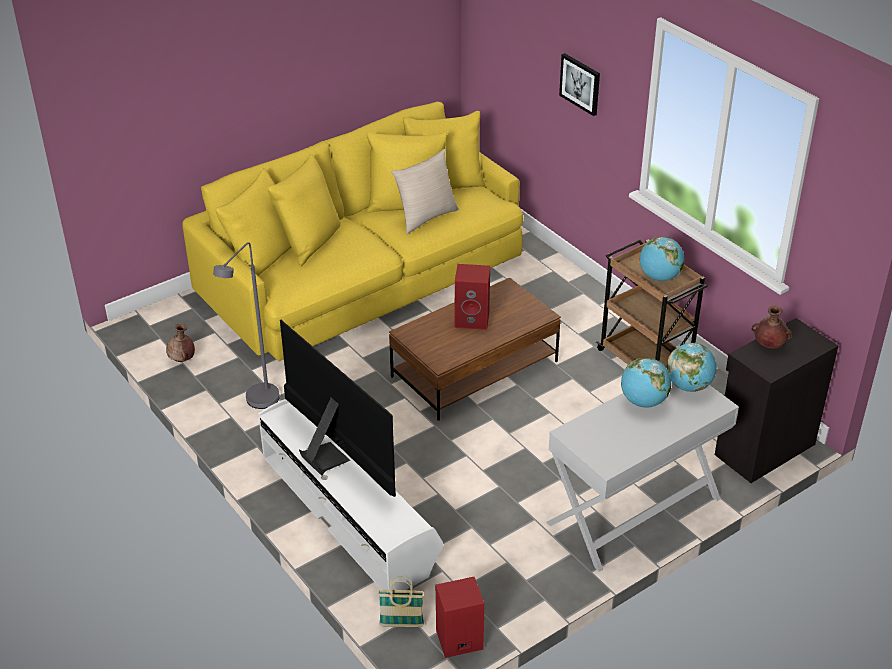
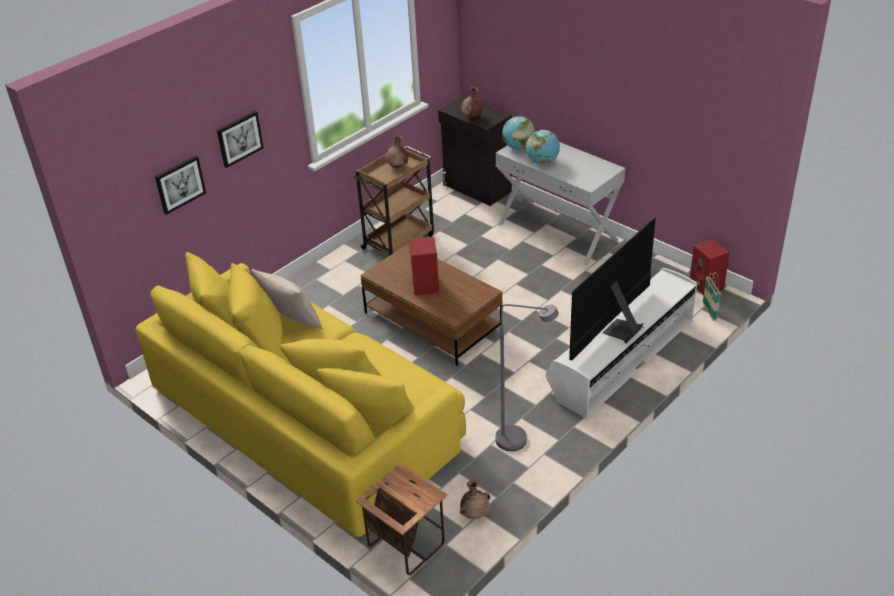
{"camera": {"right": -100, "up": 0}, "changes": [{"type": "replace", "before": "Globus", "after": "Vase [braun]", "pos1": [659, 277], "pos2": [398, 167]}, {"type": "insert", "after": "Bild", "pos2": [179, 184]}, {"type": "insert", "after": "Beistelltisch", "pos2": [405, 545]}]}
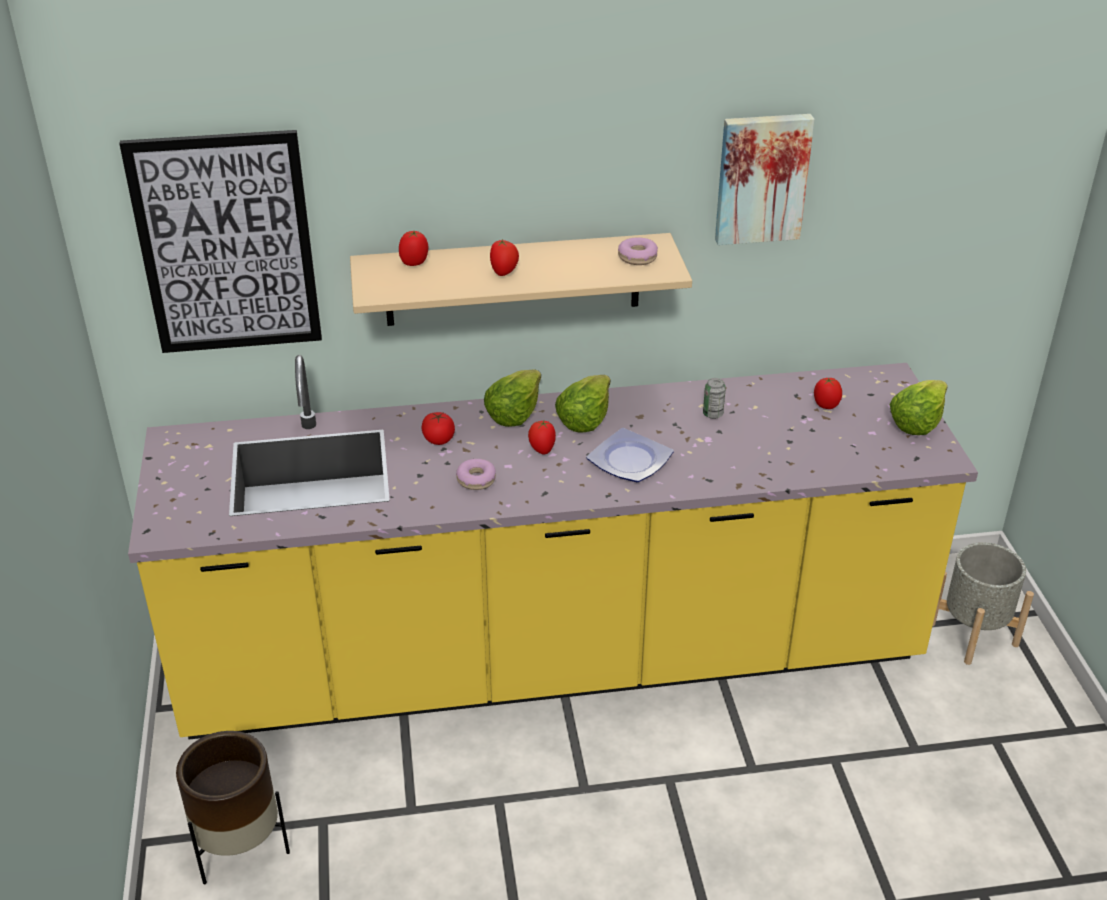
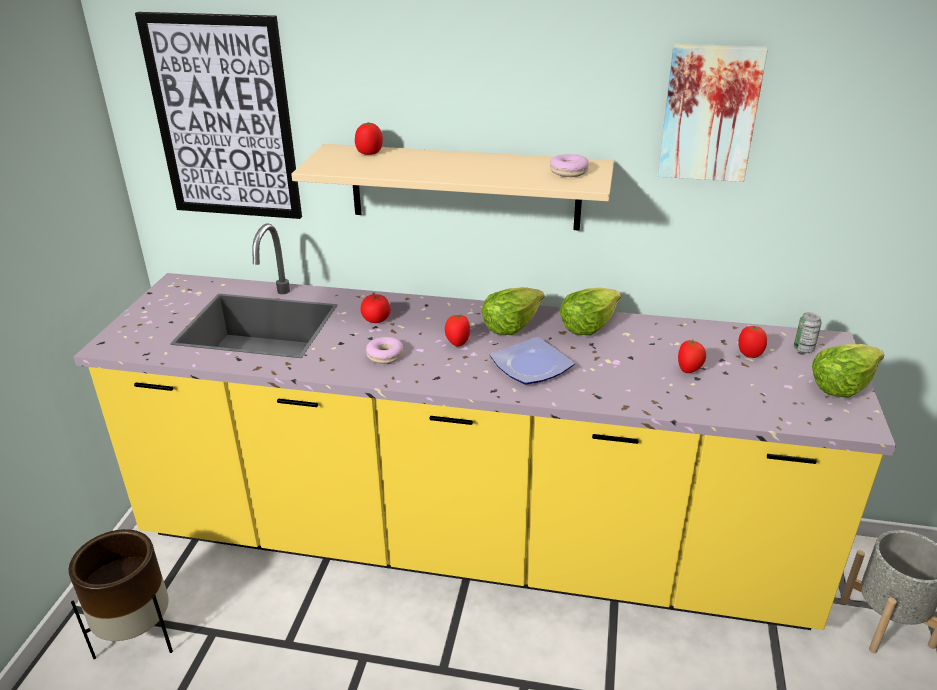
{"camera": {"right": 20, "up": -5}, "changes": [{"type": "move", "before": "Tomate", "pos1": [504, 272], "pos2": [689, 370]}, {"type": "move", "before": "Salatkopf", "pos1": [514, 412], "pos2": [588, 325]}, {"type": "move", "before": "Dose", "pos1": [712, 414], "pos2": [803, 349]}]}
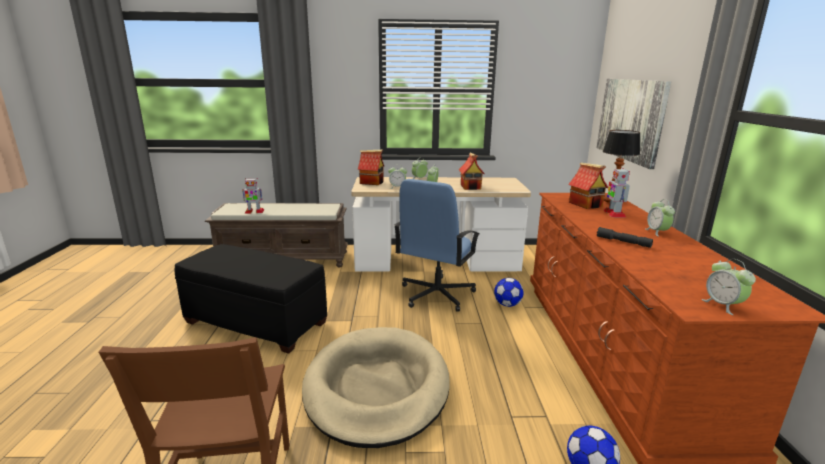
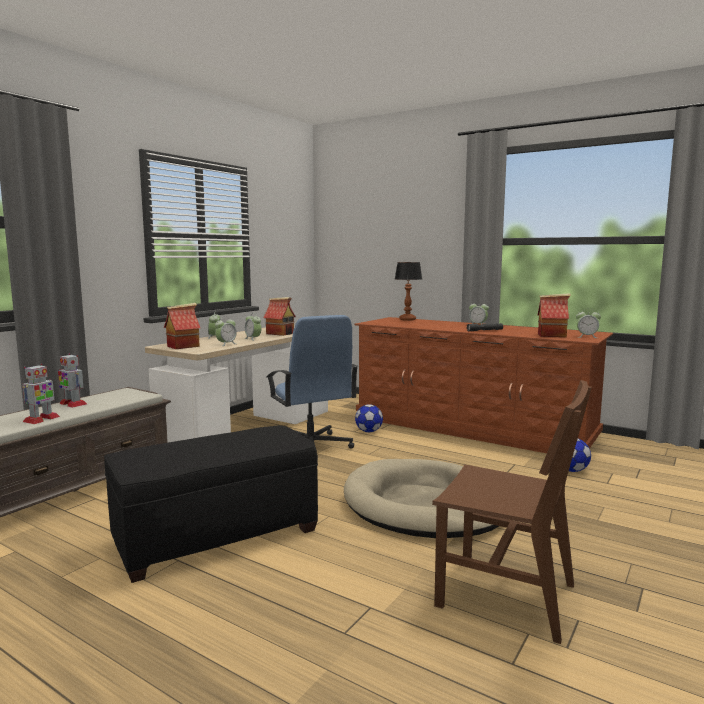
{"camera": {"right": -55, "up": -10}, "changes": [{"type": "delete", "before": "Bild", "pos1": [630, 119]}, {"type": "move", "before": "Spielzeughaus", "pos1": [586, 204], "pos2": [552, 335]}, {"type": "move", "before": "Spielzeugroboter", "pos1": [614, 213], "pos2": [72, 404]}]}
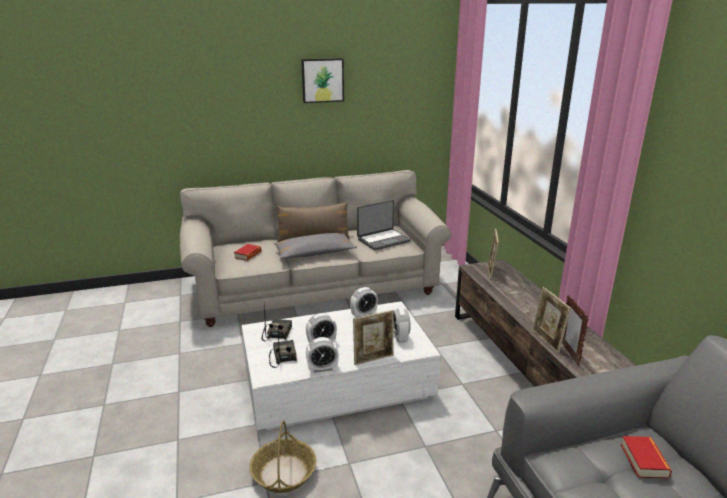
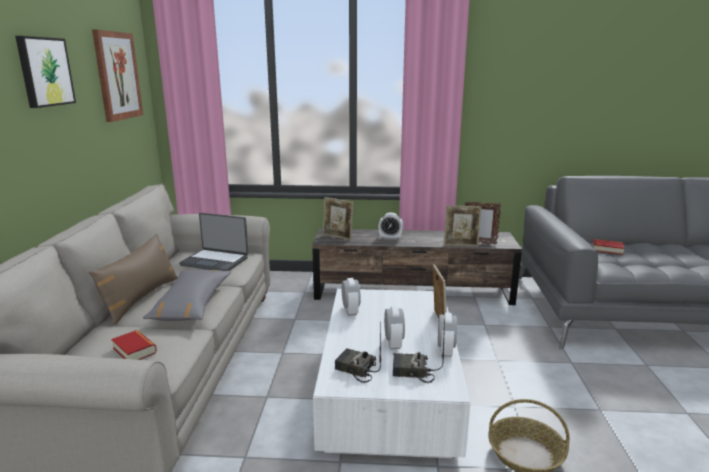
{"camera": {"right": -70, "up": -5}, "changes": [{"type": "rotate", "before": "Laptop", "pos1": [383, 240], "pos2": [215, 261], "turn": 120}, {"type": "move", "before": "Wecker", "pos1": [400, 337], "pos2": [390, 238]}, {"type": "insert", "after": "Bild", "pos2": [117, 76]}]}
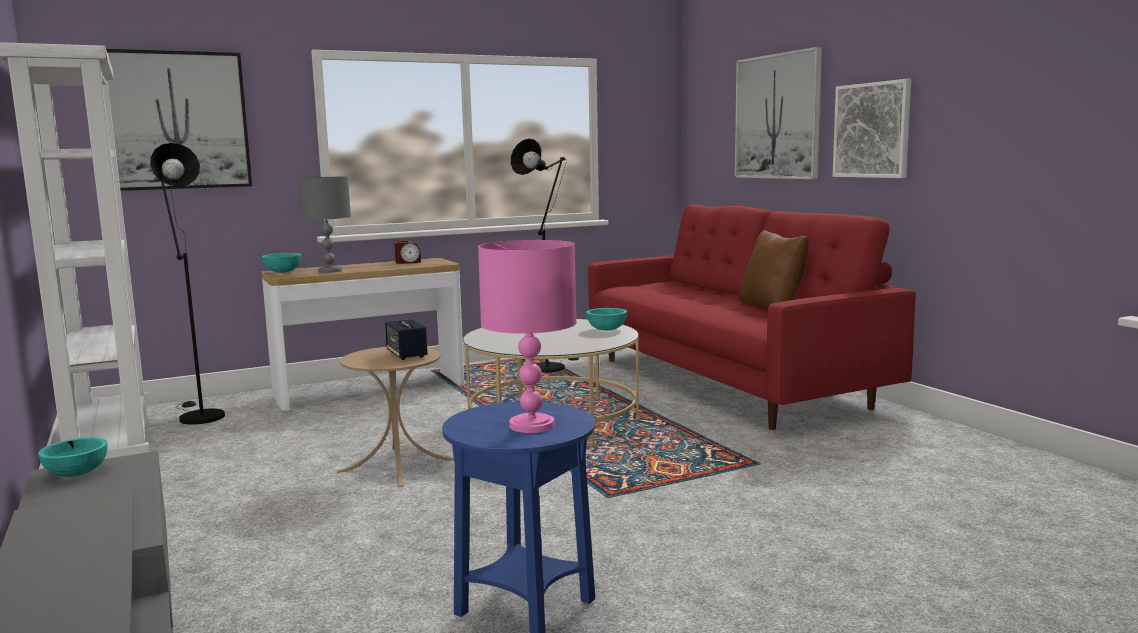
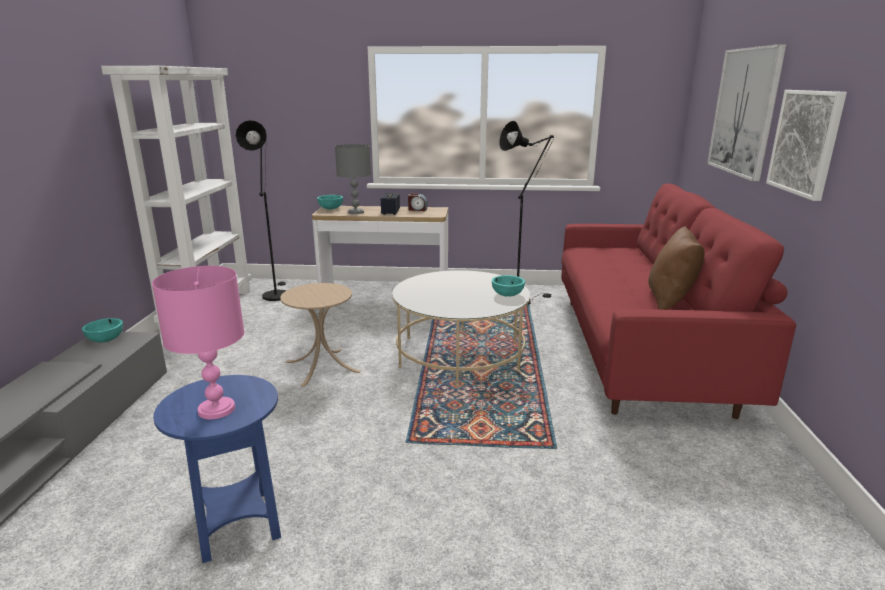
{"camera": {"right": 30, "up": 10}, "changes": [{"type": "delete", "before": "Bild", "pos1": [174, 120]}, {"type": "move", "before": "Lautsprecher", "pos1": [407, 355], "pos2": [390, 212]}]}
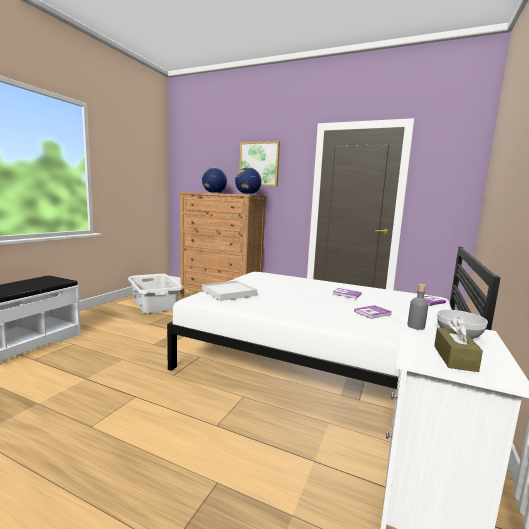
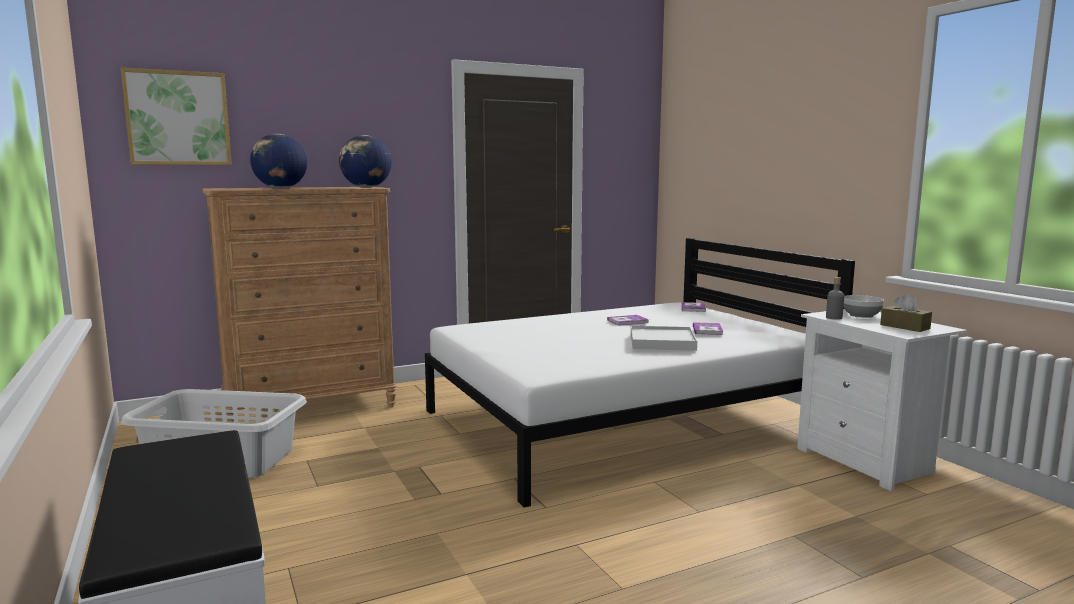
{"camera": {"right": -50, "up": 0}, "changes": [{"type": "move", "before": "Bild", "pos1": [259, 164], "pos2": [178, 118]}, {"type": "move", "before": "Tablett [weiß]", "pos1": [229, 293], "pos2": [662, 342]}]}
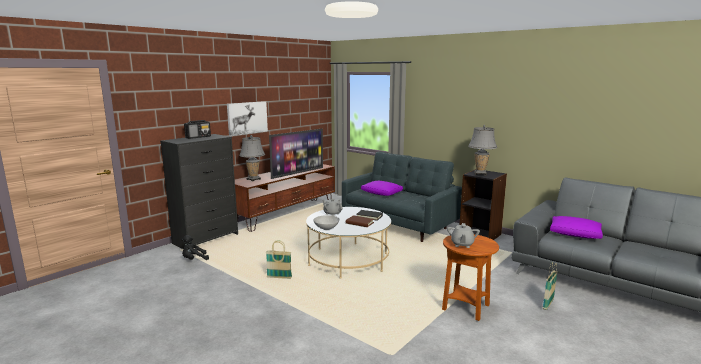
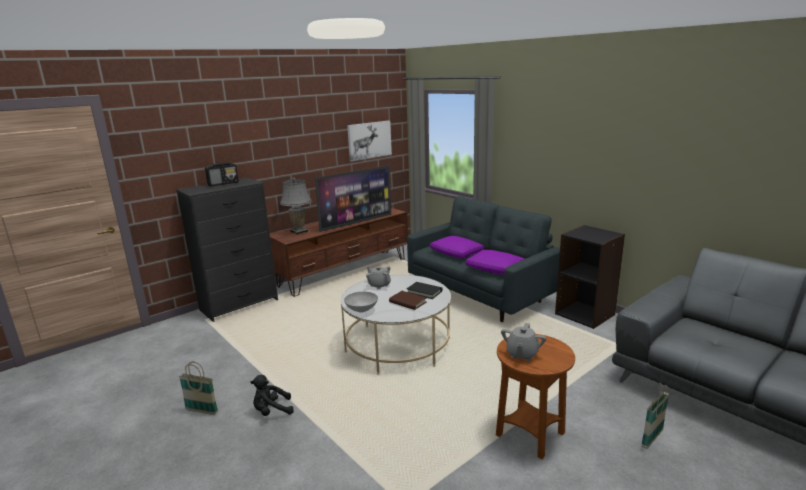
{"camera": {"right": 10, "up": 5}, "changes": [{"type": "move", "before": "Bild", "pos1": [247, 118], "pos2": [369, 140]}, {"type": "delete", "before": "Tischlampe [grau]", "pos1": [480, 174]}, {"type": "move", "before": "Kissen [lila]", "pos1": [575, 234], "pos2": [495, 269]}, {"type": "move", "before": "Plüschtier [schwarz]", "pos1": [194, 259], "pos2": [272, 411]}, {"type": "move", "before": "Korb", "pos1": [279, 278], "pos2": [202, 411]}]}
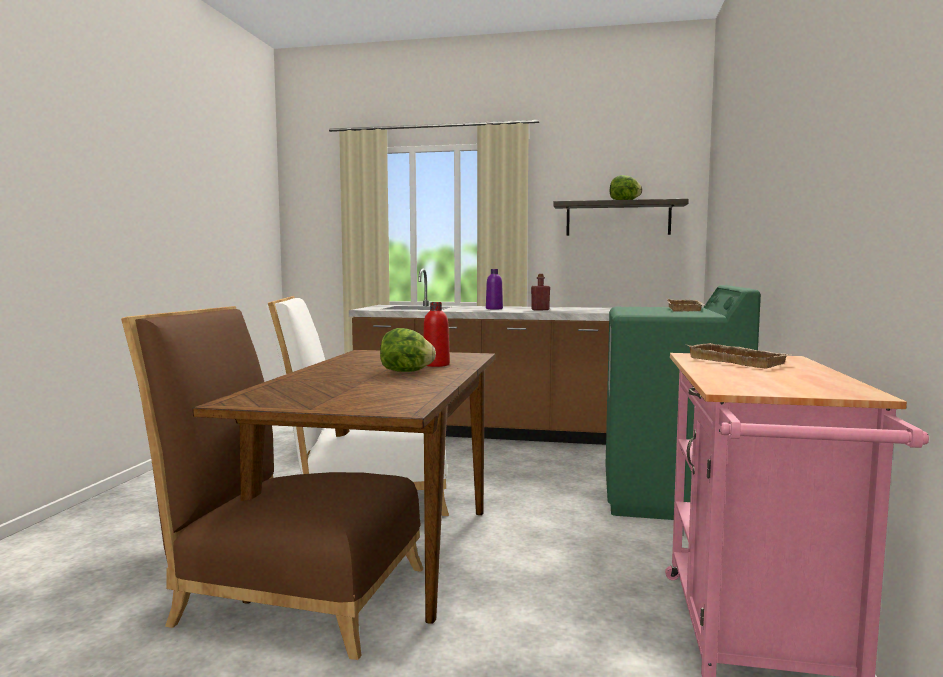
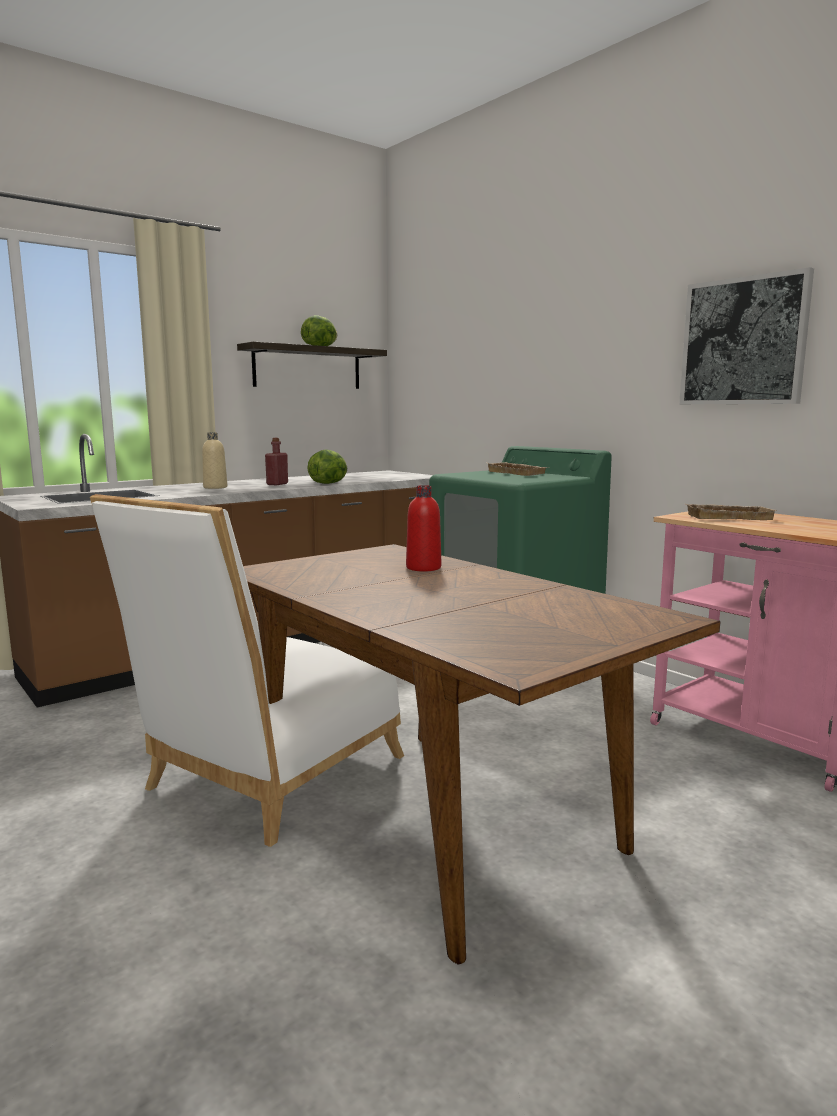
{"camera": {"right": -50, "up": 5}, "changes": [{"type": "recolor", "before": "Flasche [lila]", "after": "Flasche [beige]", "pos1": [494, 308], "pos2": [215, 487]}, {"type": "delete", "before": "Stuhl [braun]", "pos1": [290, 592]}, {"type": "move", "before": "Salatkopf", "pos1": [406, 371], "pos2": [329, 483]}, {"type": "insert", "after": "Bild", "pos2": [743, 341]}]}
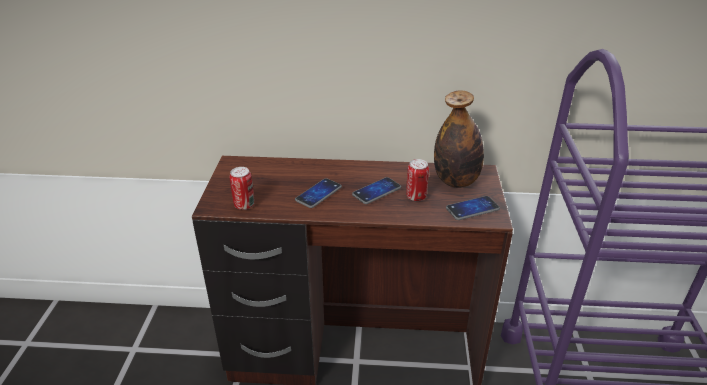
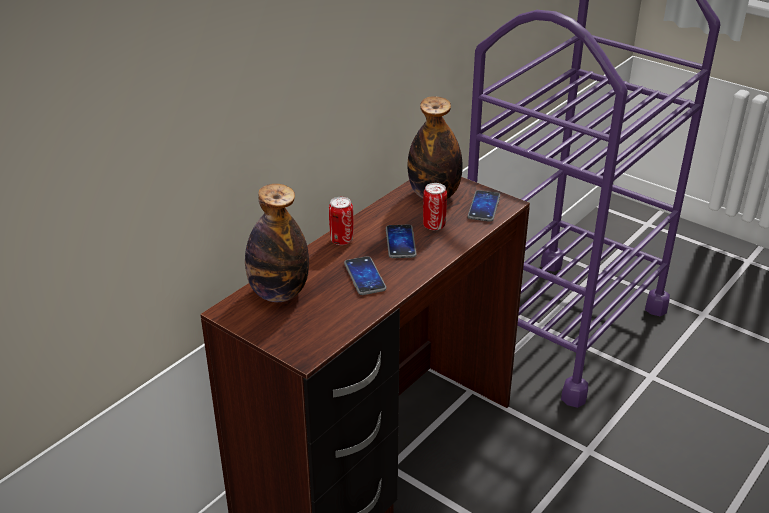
{"camera": {"right": -55, "up": 0}, "changes": [{"type": "move", "before": "Dose", "pos1": [244, 205], "pos2": [341, 240]}, {"type": "insert", "after": "Flasche", "pos2": [279, 293]}]}
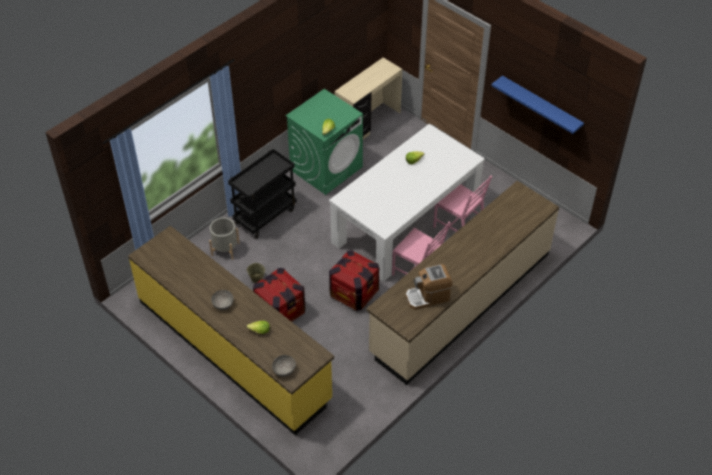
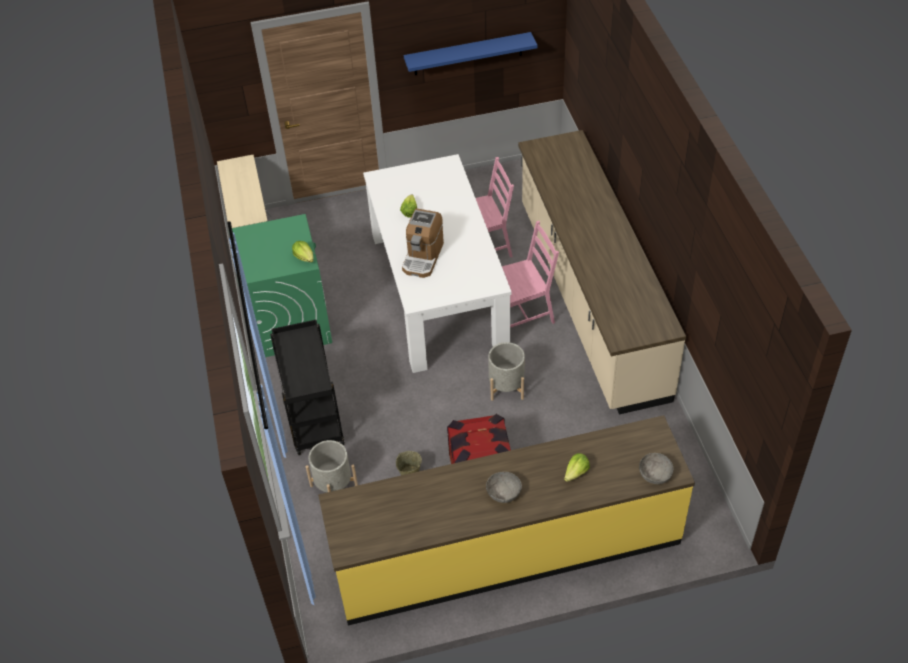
{"camera": {"right": -55, "up": 0}, "changes": [{"type": "replace", "before": "Kiste", "after": "Pflanzkübel [grau]", "pos1": [354, 293], "pos2": [506, 387]}, {"type": "move", "before": "Kaffeemaschine", "pos1": [428, 296], "pos2": [423, 257]}]}
